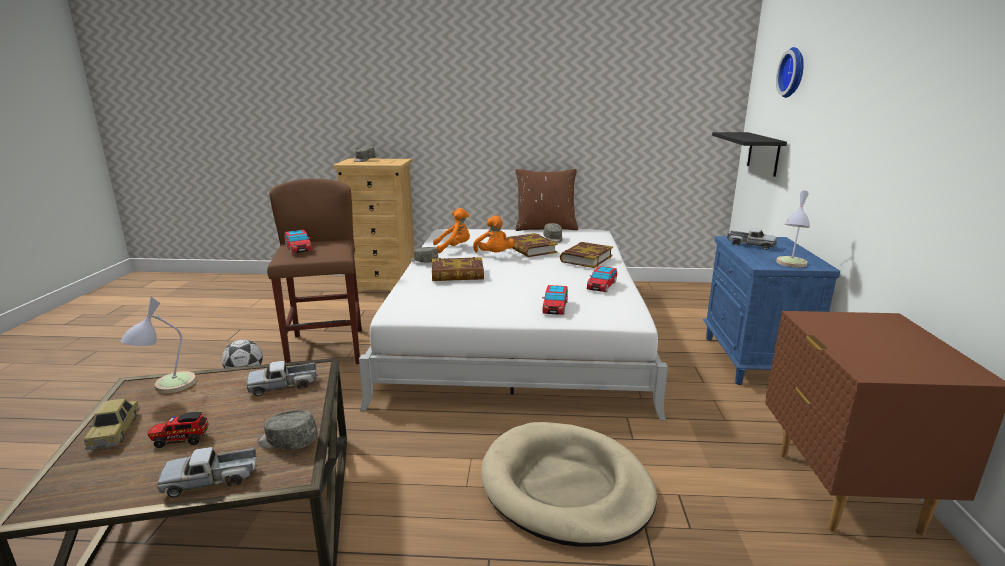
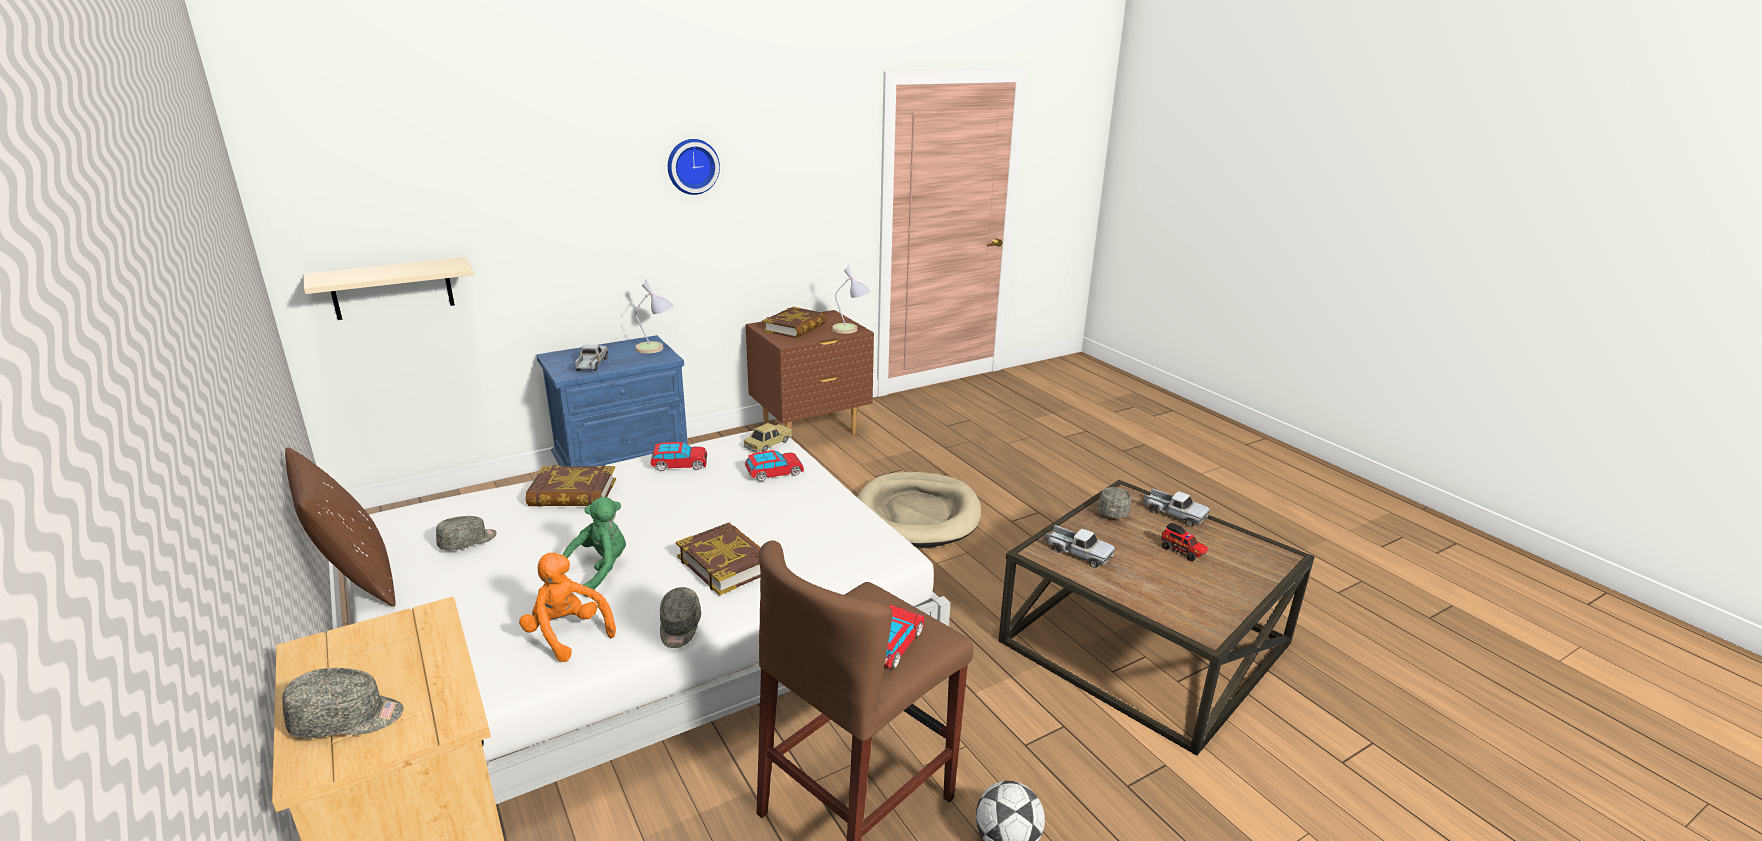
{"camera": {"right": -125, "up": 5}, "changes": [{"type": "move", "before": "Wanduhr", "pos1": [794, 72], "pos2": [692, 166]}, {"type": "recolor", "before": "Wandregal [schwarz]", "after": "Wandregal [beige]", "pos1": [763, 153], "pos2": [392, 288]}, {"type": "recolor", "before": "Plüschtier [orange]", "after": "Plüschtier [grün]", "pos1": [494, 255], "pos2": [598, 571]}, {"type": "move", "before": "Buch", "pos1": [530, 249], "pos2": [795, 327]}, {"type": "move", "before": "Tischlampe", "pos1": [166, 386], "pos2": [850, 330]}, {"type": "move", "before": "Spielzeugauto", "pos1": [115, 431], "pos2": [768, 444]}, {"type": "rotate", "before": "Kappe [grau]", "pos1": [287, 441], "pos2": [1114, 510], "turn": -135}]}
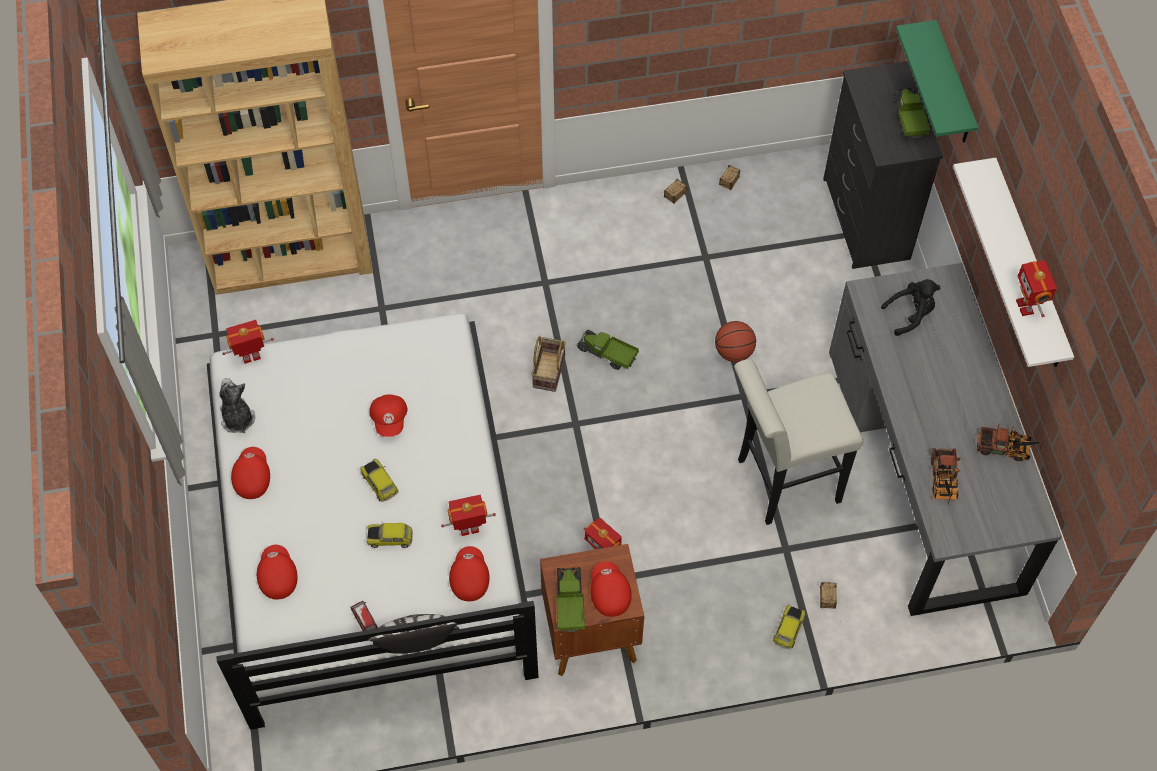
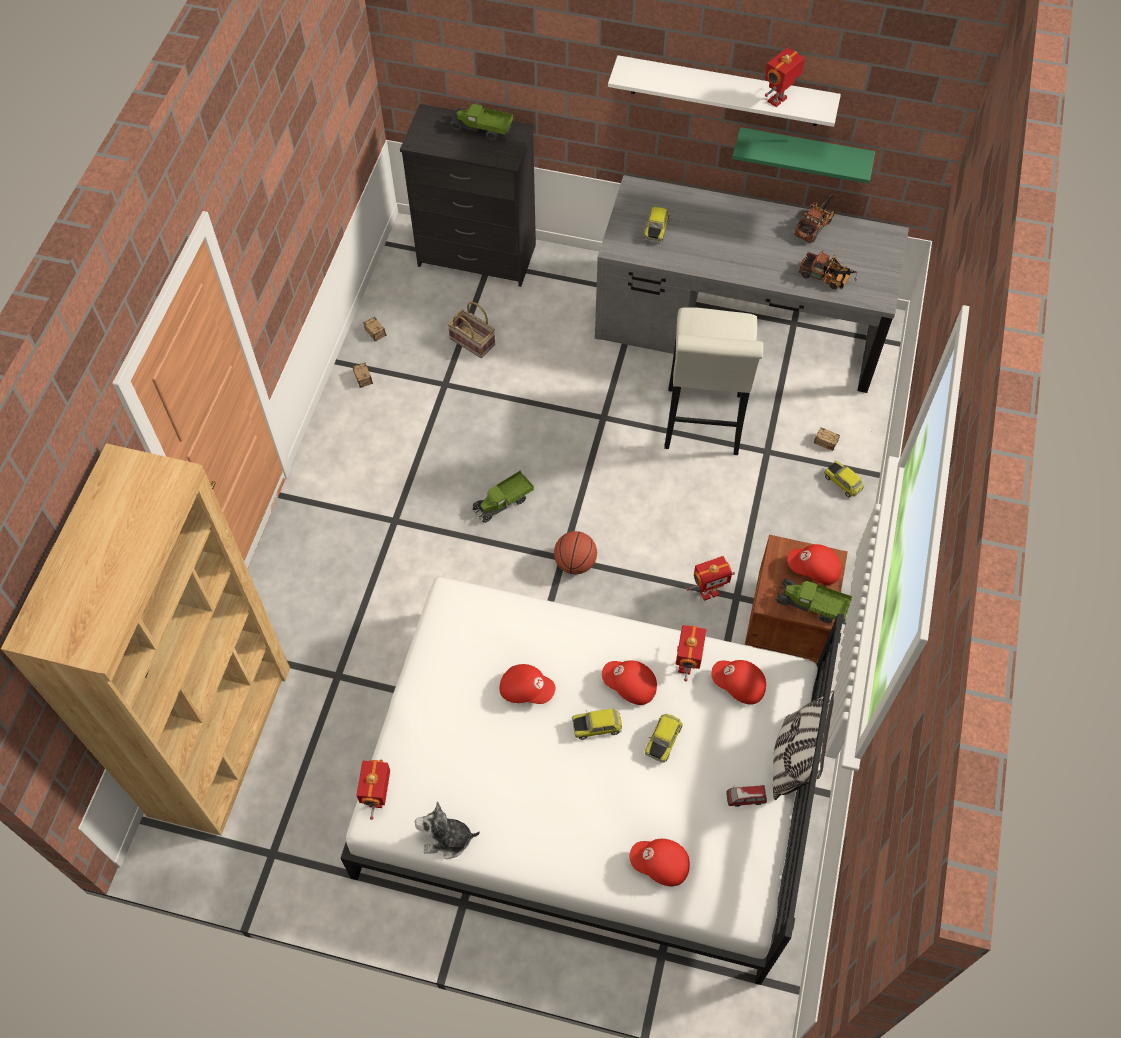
{"camera": {"right": -65, "up": 0}, "changes": [{"type": "move", "before": "Wandregal [grün]", "pos1": [953, 86], "pos2": [803, 154]}, {"type": "rotate", "before": "Spielzeugroboter", "pos1": [1026, 307], "pos2": [778, 100], "turn": 120}, {"type": "replace", "before": "Plüschtier [schwarz]", "after": "Spielzeugauto", "pos1": [910, 314], "pos2": [655, 229]}, {"type": "move", "before": "Basketball", "pos1": [734, 352], "pos2": [575, 563]}, {"type": "move", "before": "Korb", "pos1": [549, 372], "pos2": [473, 341]}, {"type": "move", "before": "Kappe [rot]", "pos1": [252, 477], "pos2": [629, 686]}]}
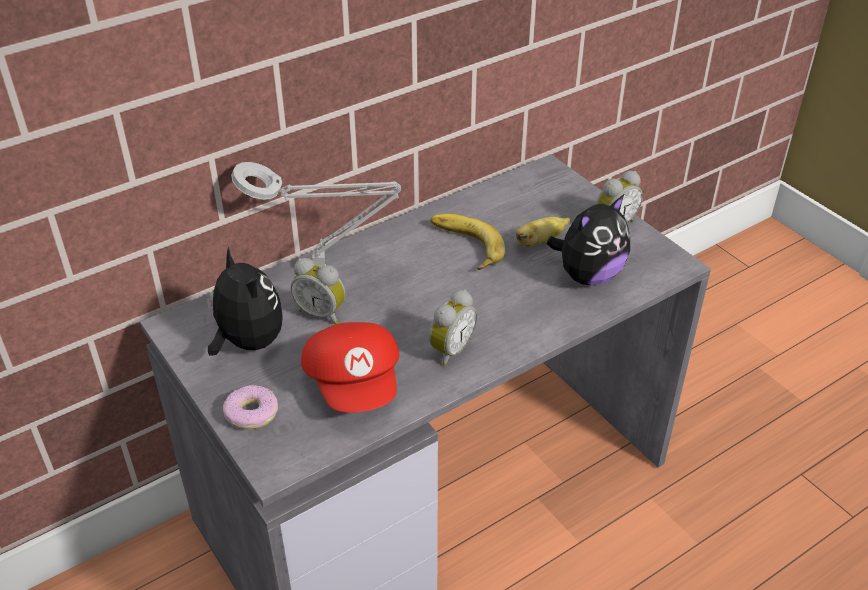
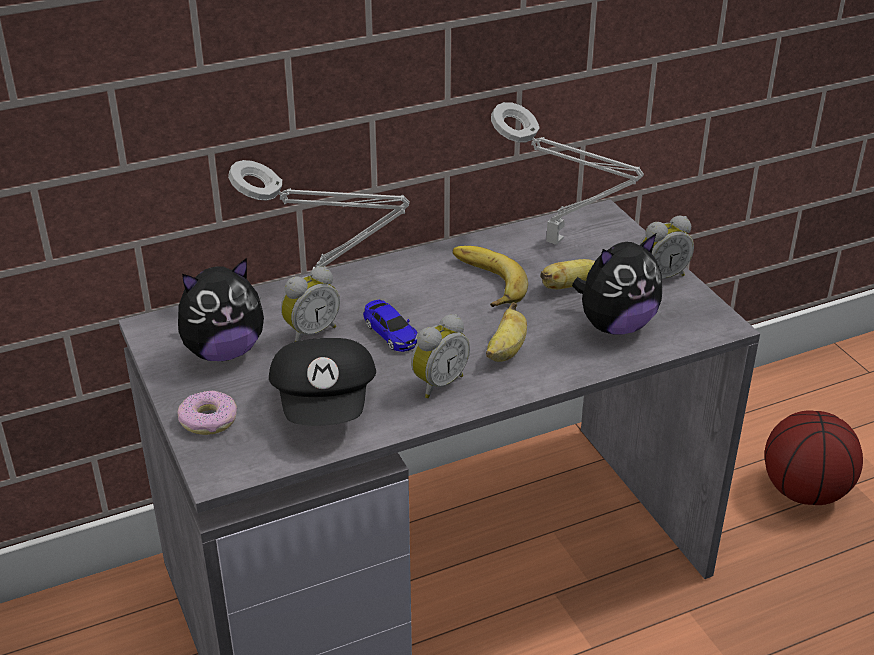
{"camera": {"right": 10, "up": -5}, "changes": [{"type": "rotate", "before": "Plüschtier", "pos1": [247, 342], "pos2": [223, 351], "turn": 90}, {"type": "rotate", "before": "Wecker", "pos1": [322, 313], "pos2": [310, 332], "turn": -75}, {"type": "recolor", "before": "Kappe [rot]", "after": "Kappe [schwarz]", "pos1": [355, 383], "pos2": [326, 404]}, {"type": "insert", "after": "Tischlampe [grau]", "pos2": [559, 243]}, {"type": "insert", "after": "Spielzeugauto", "pos2": [391, 333]}, {"type": "insert", "after": "Banane", "pos2": [506, 351]}, {"type": "insert", "after": "Basketball", "pos2": [805, 491]}]}
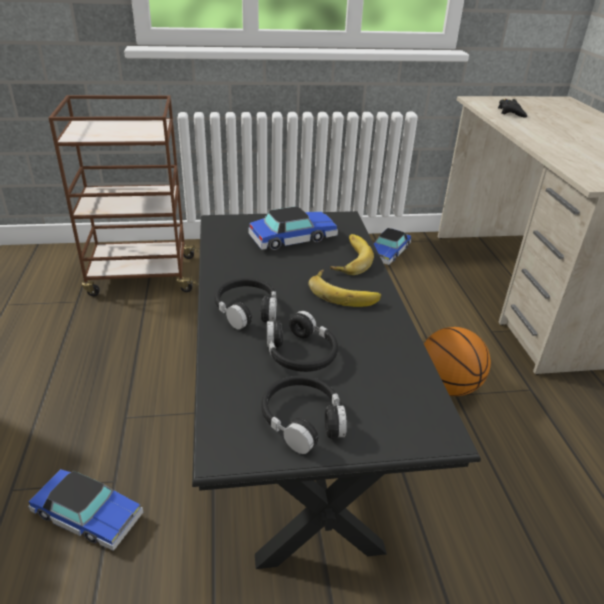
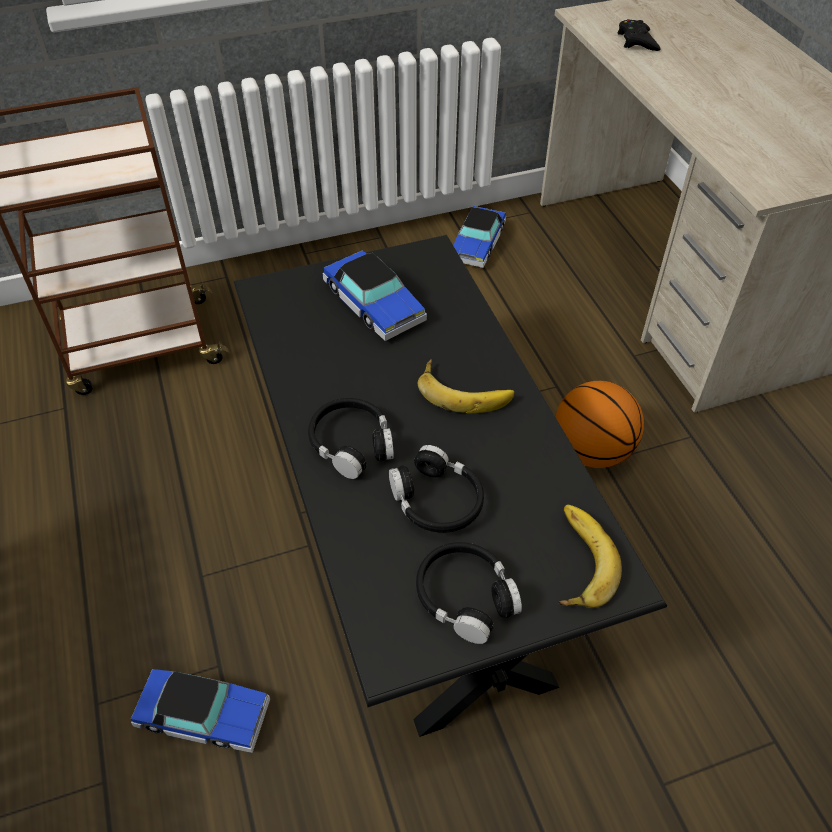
{"camera": {"right": -10, "up": 15}, "changes": [{"type": "rotate", "before": "Spielzeugauto", "pos1": [293, 238], "pos2": [373, 304], "turn": 90}, {"type": "move", "before": "Banane", "pos1": [348, 258], "pos2": [575, 561]}]}
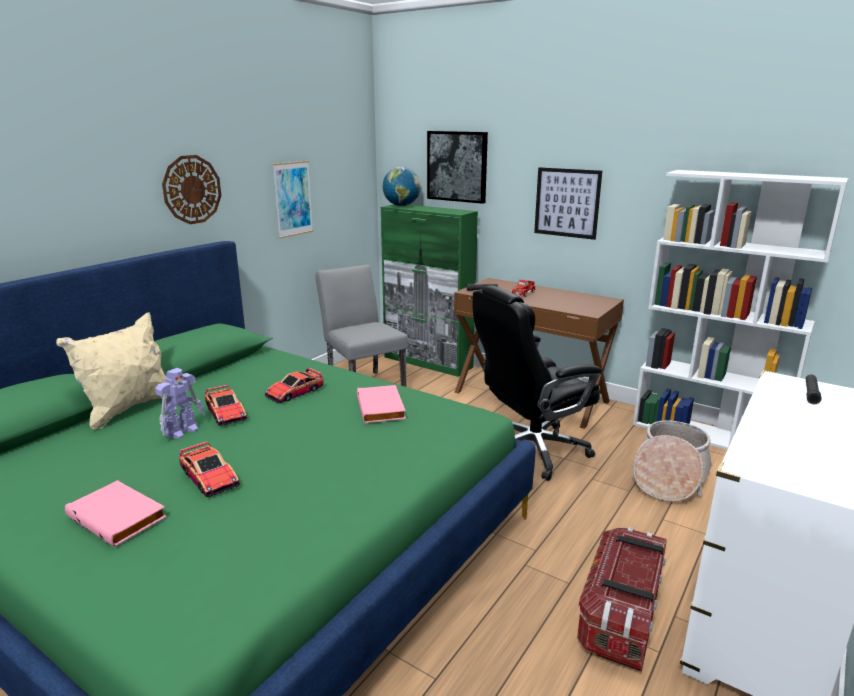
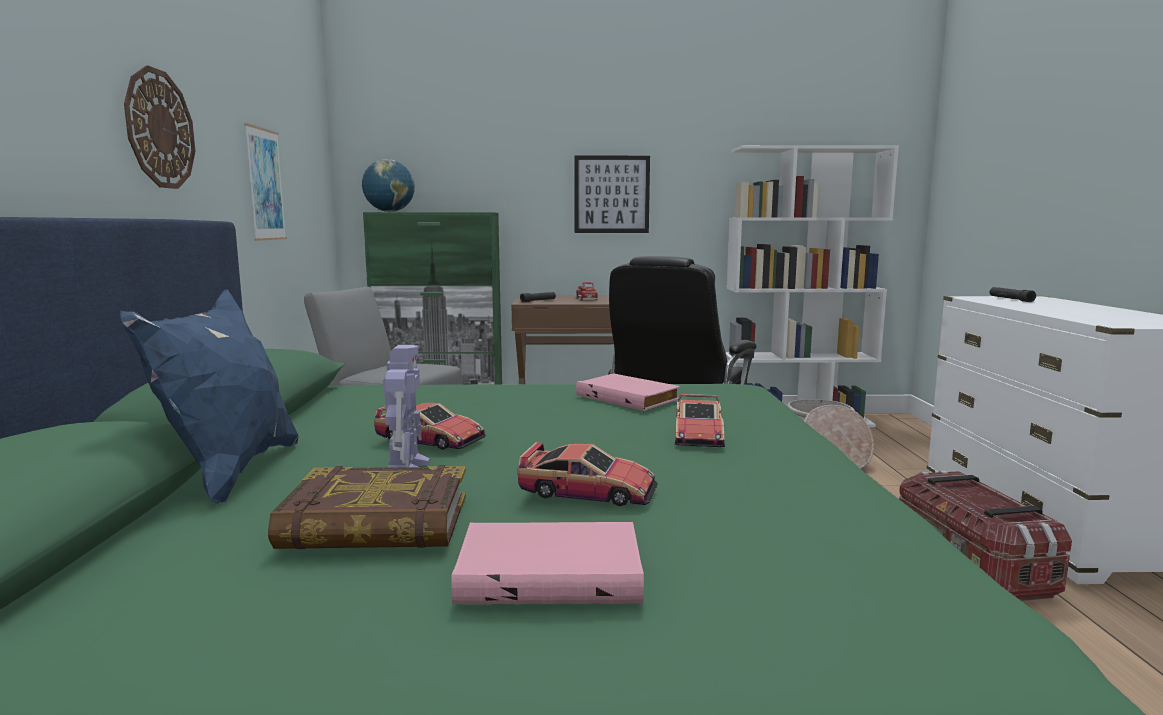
{"camera": {"right": -35, "up": -10}, "changes": [{"type": "delete", "before": "Bild", "pos1": [457, 166]}, {"type": "recolor", "before": "Kissen [beige]", "after": "Kissen [blau]", "pos1": [129, 409], "pos2": [230, 472]}, {"type": "move", "before": "Spielzeugauto", "pos1": [294, 392], "pos2": [698, 434]}, {"type": "insert", "after": "Buch", "pos2": [376, 523]}]}
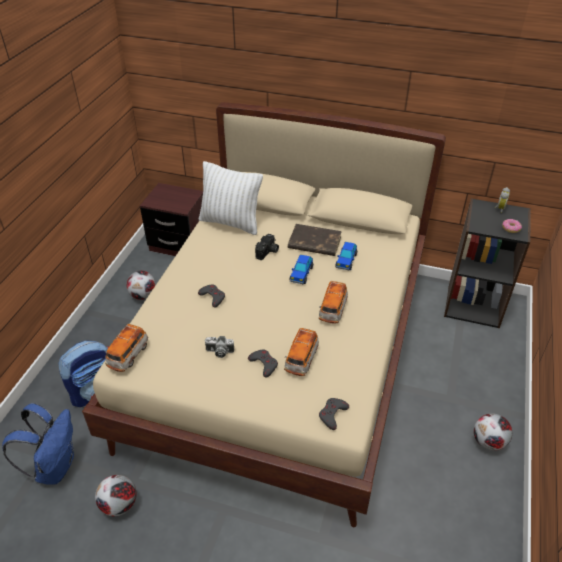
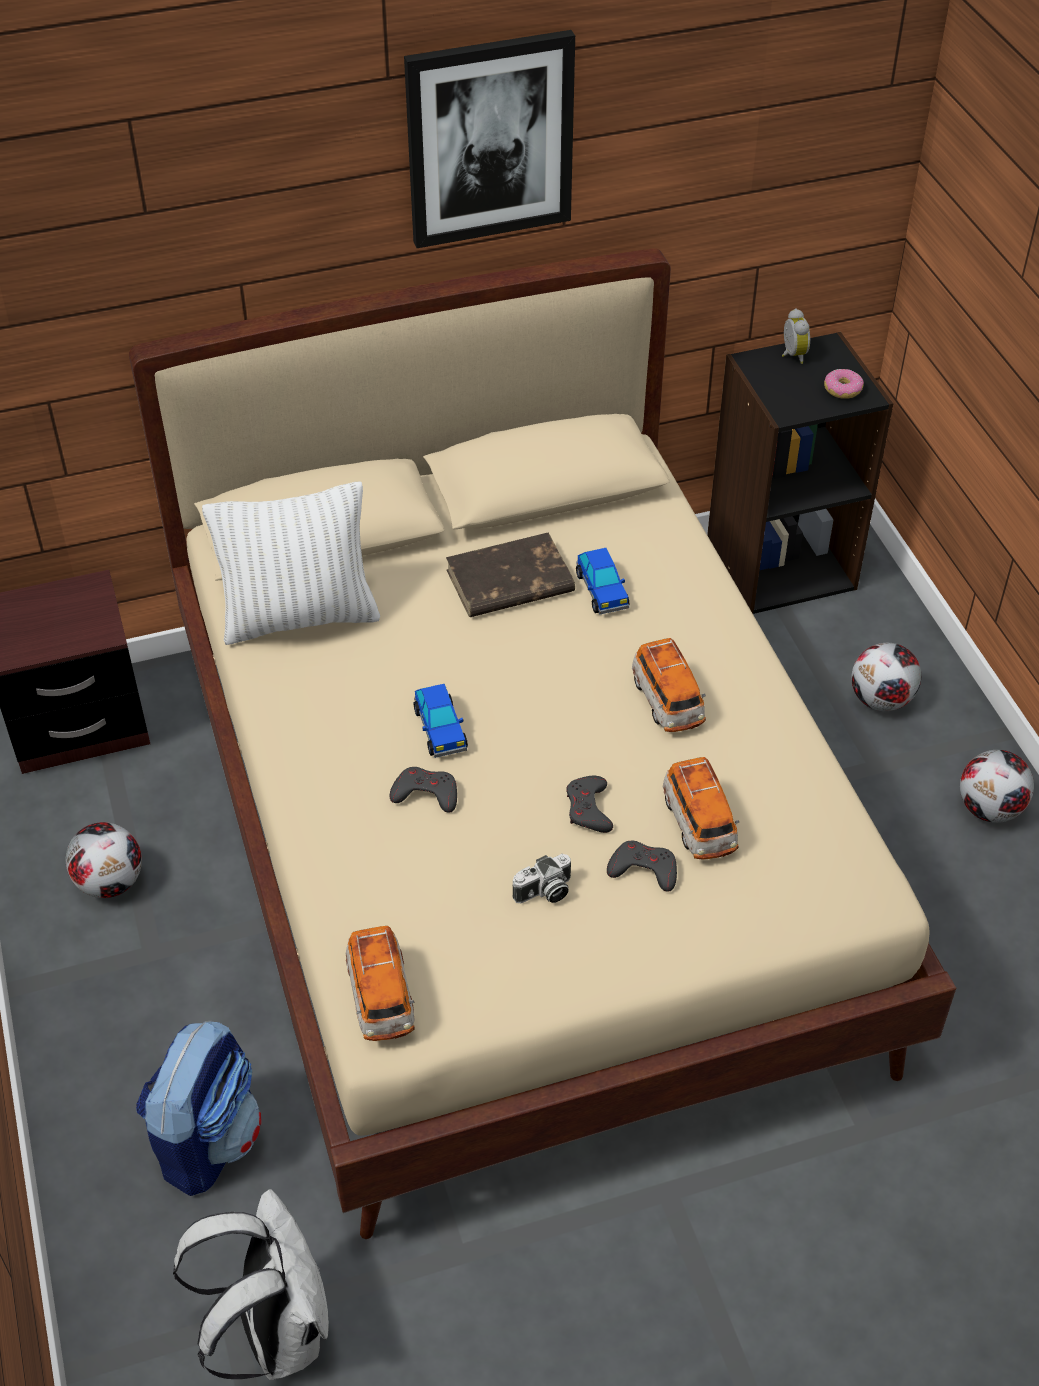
{"camera": {"right": -35, "up": 5}, "changes": [{"type": "delete", "before": "Kamera", "pos1": [267, 252]}, {"type": "move", "before": "Spielzeugauto", "pos1": [301, 274], "pos2": [440, 729]}, {"type": "move", "before": "Gamepad [grau]", "pos1": [332, 414], "pos2": [588, 809]}, {"type": "recolor", "before": "Rucksack [blau]", "after": "Rucksack [weiß]", "pos1": [55, 466], "pos2": [273, 1331]}, {"type": "move", "before": "Fußball", "pos1": [119, 505], "pos2": [881, 700]}, {"type": "insert", "after": "Bild", "pos2": [489, 139]}]}
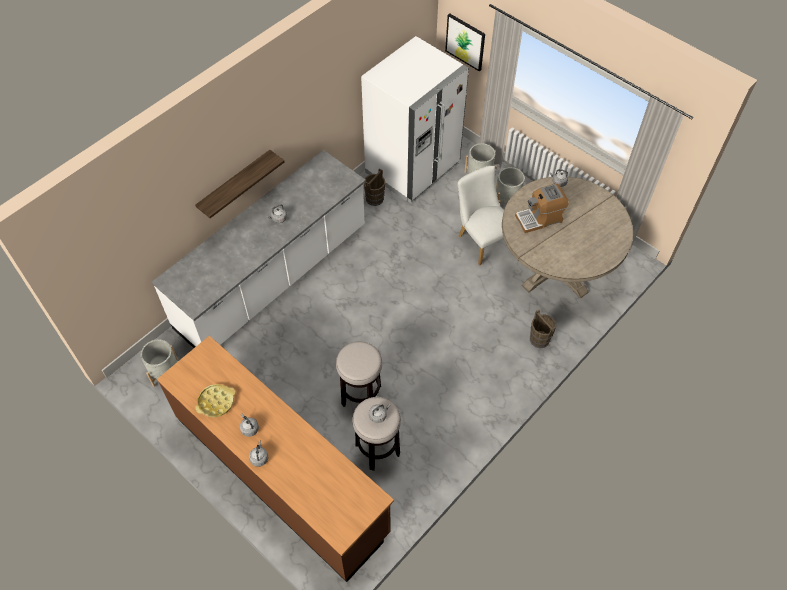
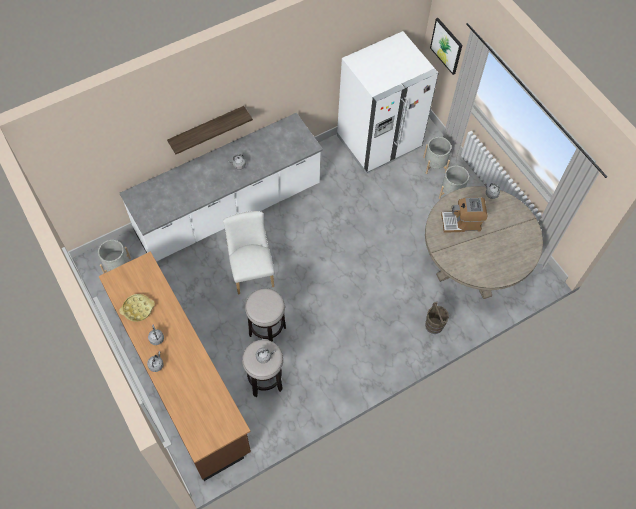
{"camera": {"right": 15, "up": 5}, "changes": [{"type": "move", "before": "Stuhl [weiß]", "pos1": [482, 240], "pos2": [251, 270]}, {"type": "delete", "before": "Eimer [braun]", "pos1": [375, 198]}]}
